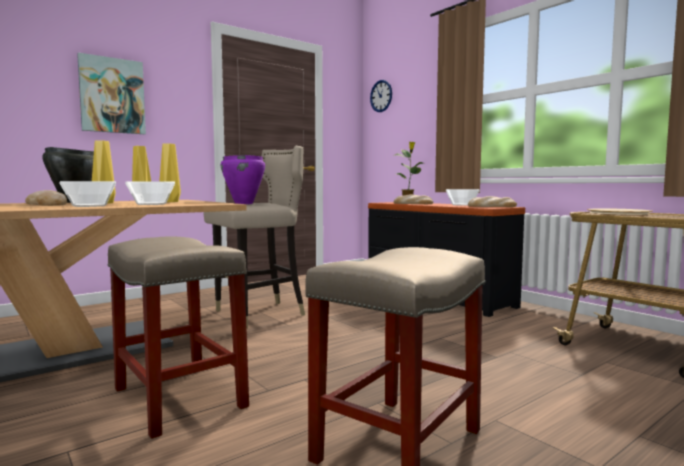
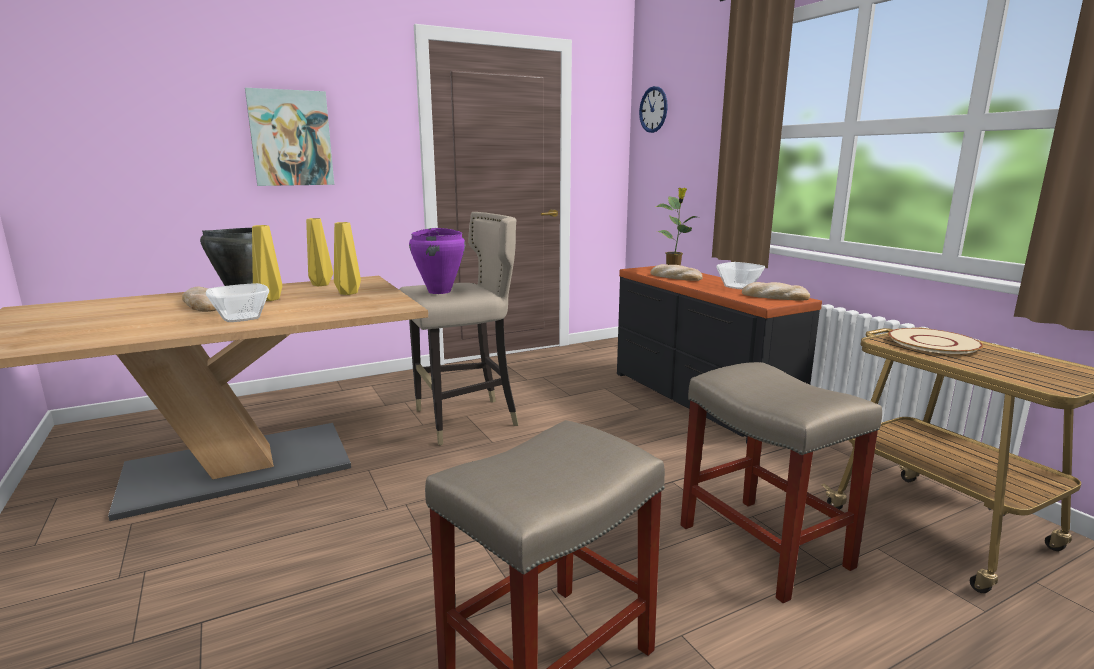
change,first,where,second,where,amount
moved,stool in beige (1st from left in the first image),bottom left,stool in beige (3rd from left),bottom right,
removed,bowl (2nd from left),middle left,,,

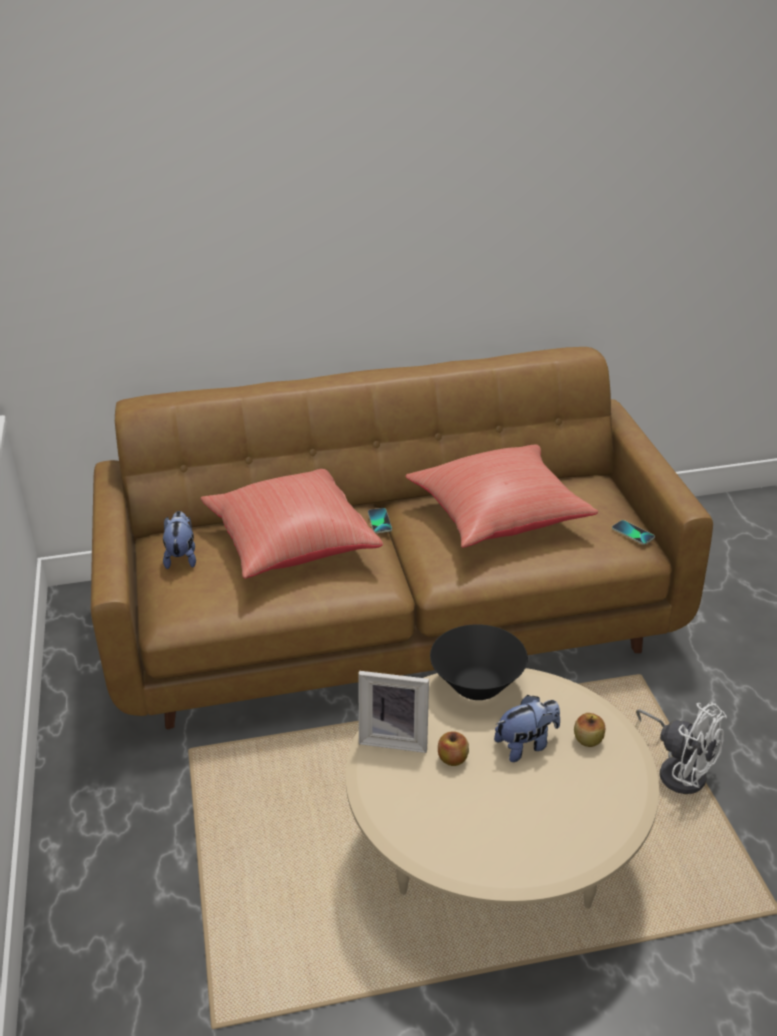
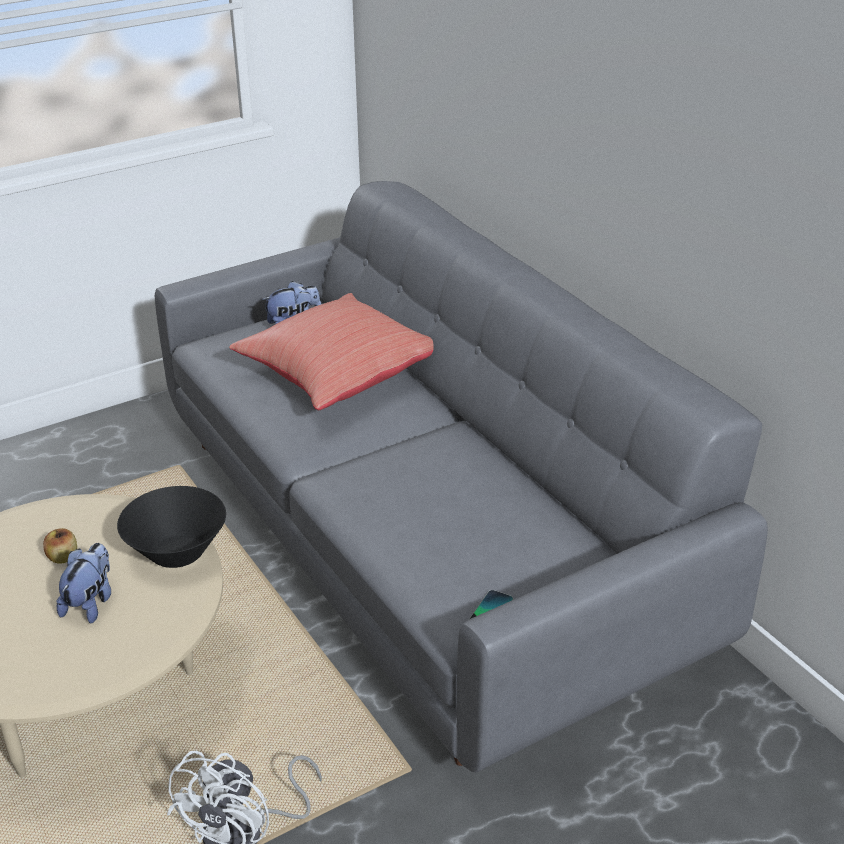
change,first,where,second,where,amount
recoloured,sofa in brown,centre,sofa in grey,centre,
removed,picture frame,bottom centre,,,
removed,phone (1st from left),centre,,,
removed,pillow in red (2nd from left),centre,,,
turned,plush toy (2nd from left in the first image),bottom right,plush toy (1st from left),bottom left,120 degrees counterclockwise
removed,apple (2nd from left),bottom right,,,

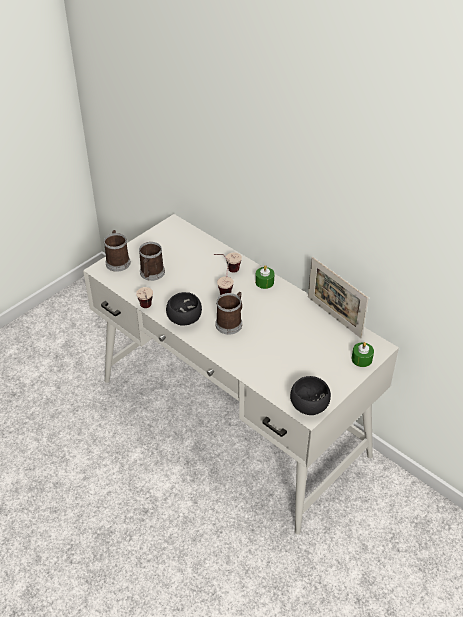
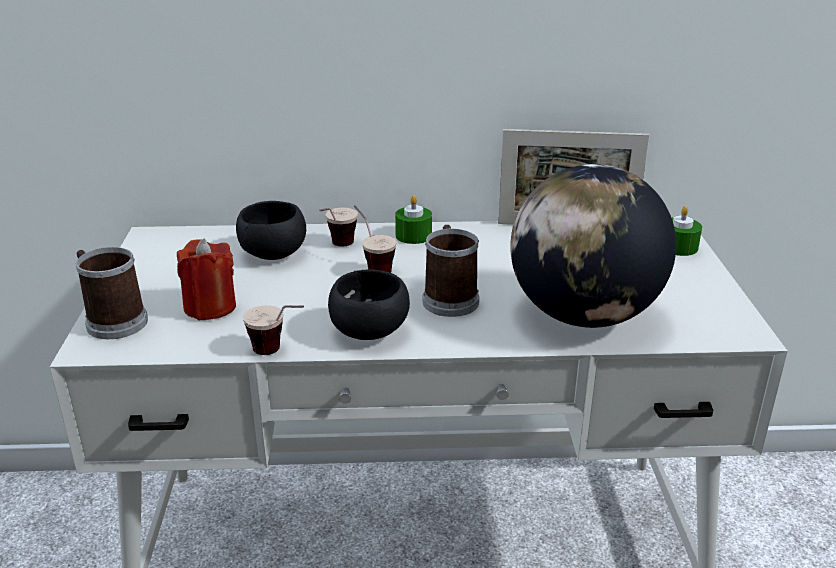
change,first,where,second,where,amount
replaced,mug (2nd from left),middle left,candle in red,middle left,
moved,bowl in black (2nd from left in the first image),middle right,bowl in black (1st from left),middle left,
added,,,globe,middle right,

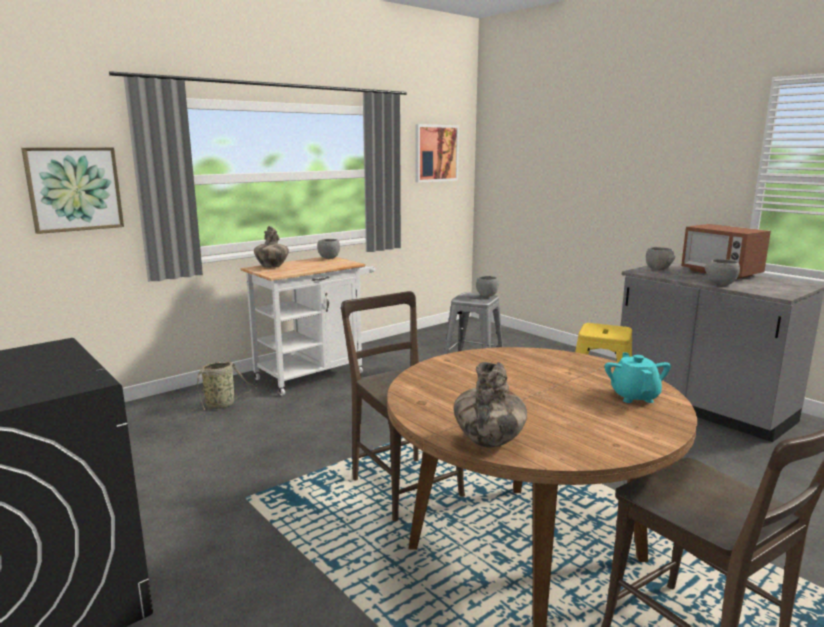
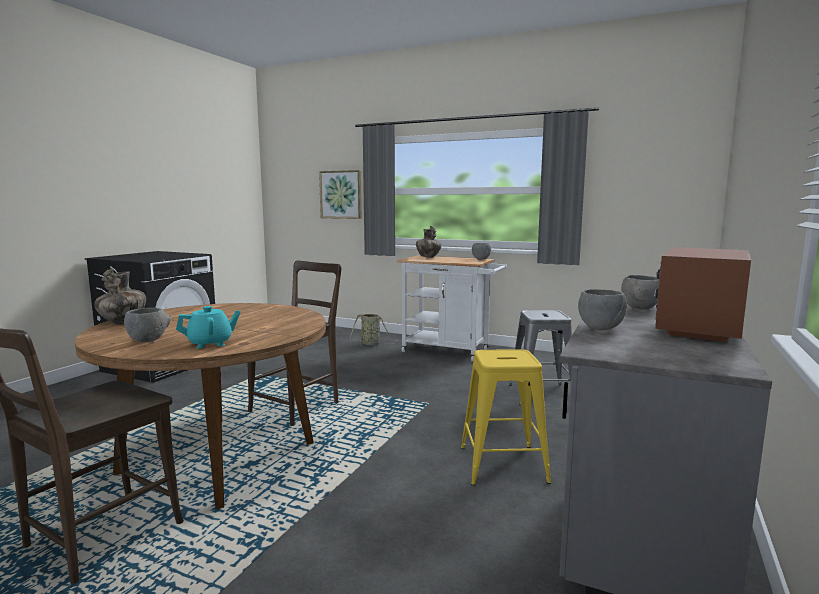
change,first,where,second,where,amount
removed,picture (2nd from left),top centre,,,
moved,bowl in grey (2nd from left in the first image),centre,bowl in grey (1st from left),middle left,

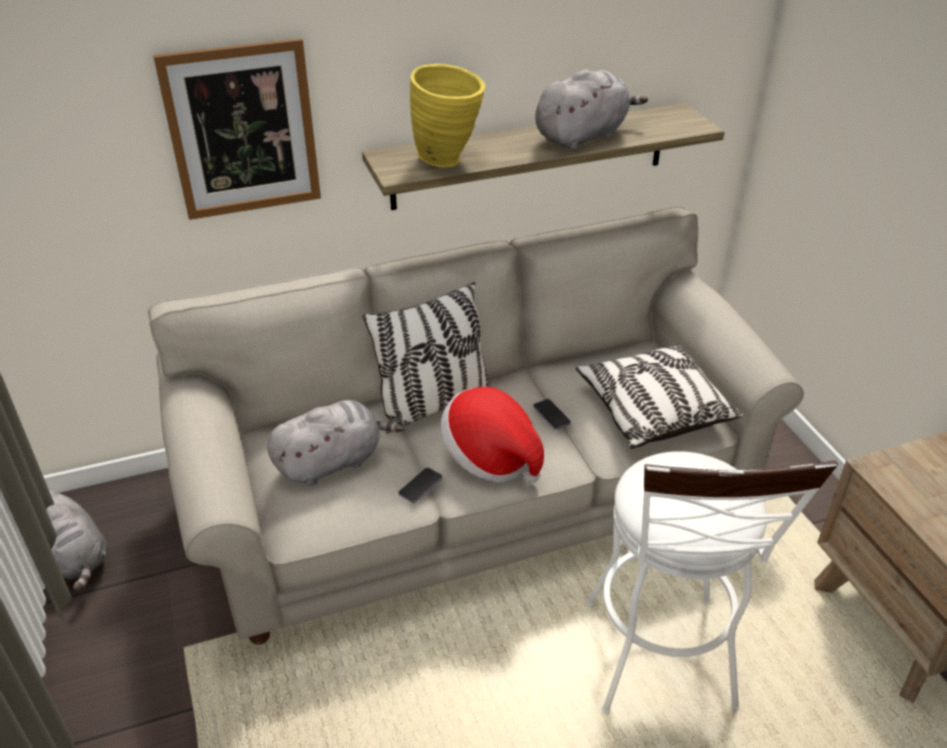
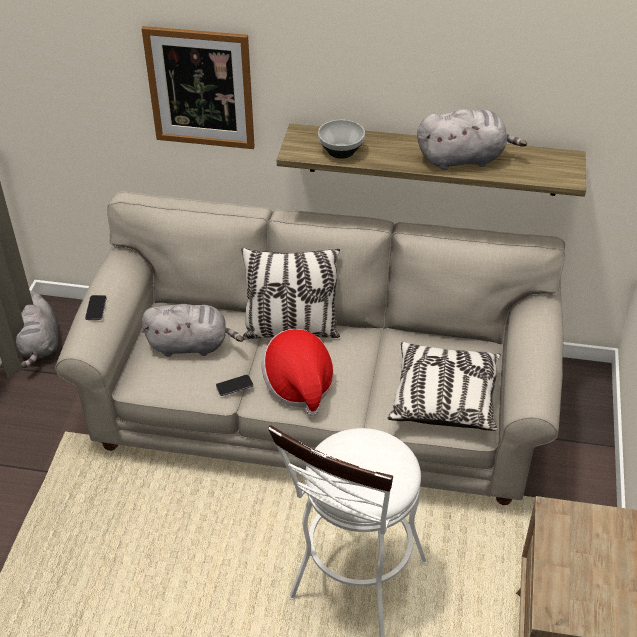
change,first,where,second,where,amount
replaced,vase in yellow,top centre,bowl,top centre,
moved,phone (2nd from left in the first image),centre,phone (1st from left),middle left,

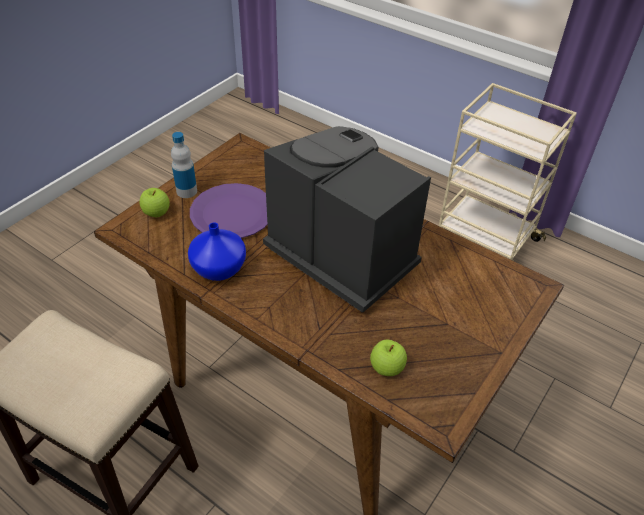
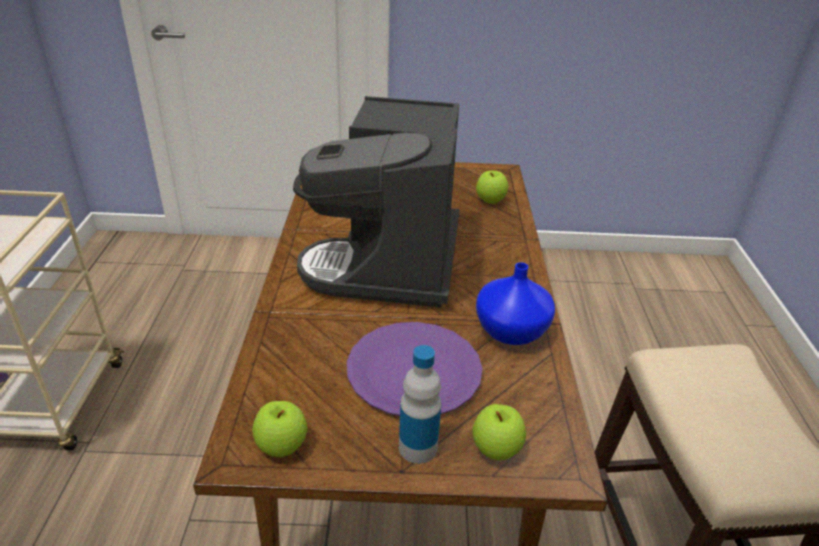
change,first,where,second,where,amount
added,,,apple (1st from left),bottom centre,

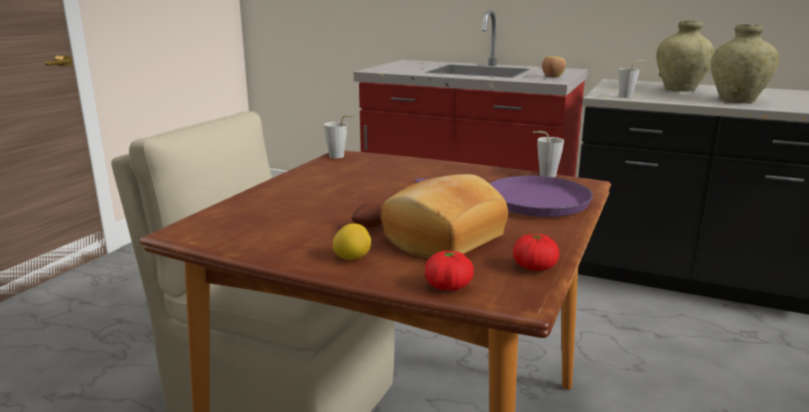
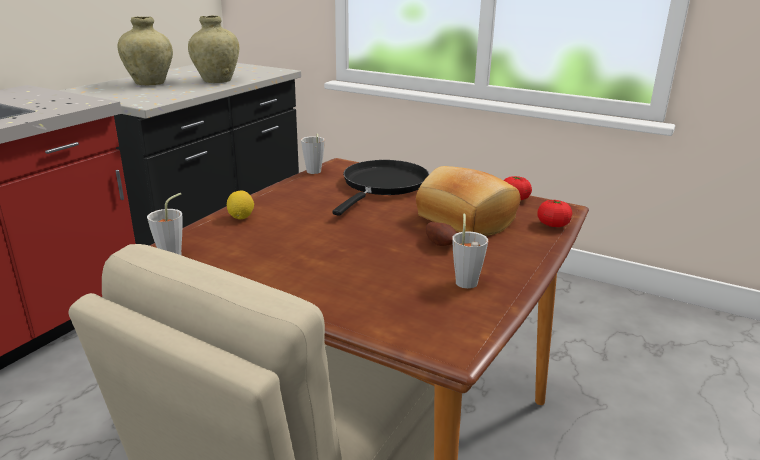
change,first,where,second,where,amount
moved,lemon,centre,,middle left,
recoloured,frying pan in purple,centre,frying pan in black,centre,
removed,apple,top right,,,
moved,cup in grey (3rd from left),top right,,centre,

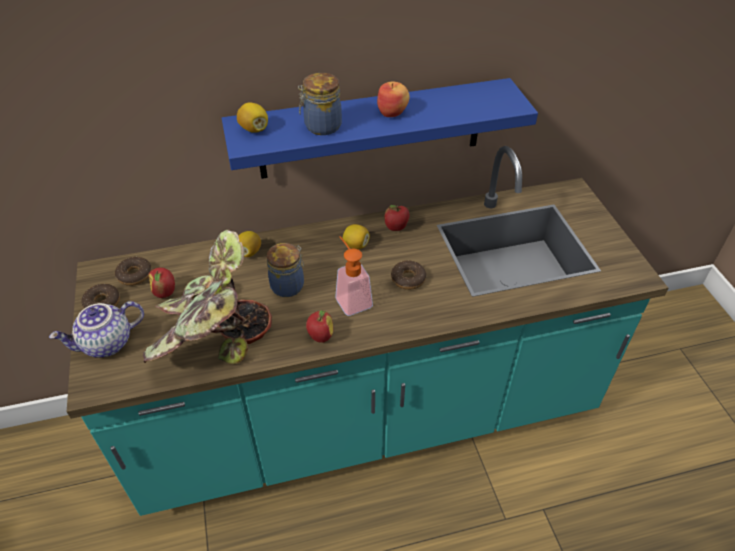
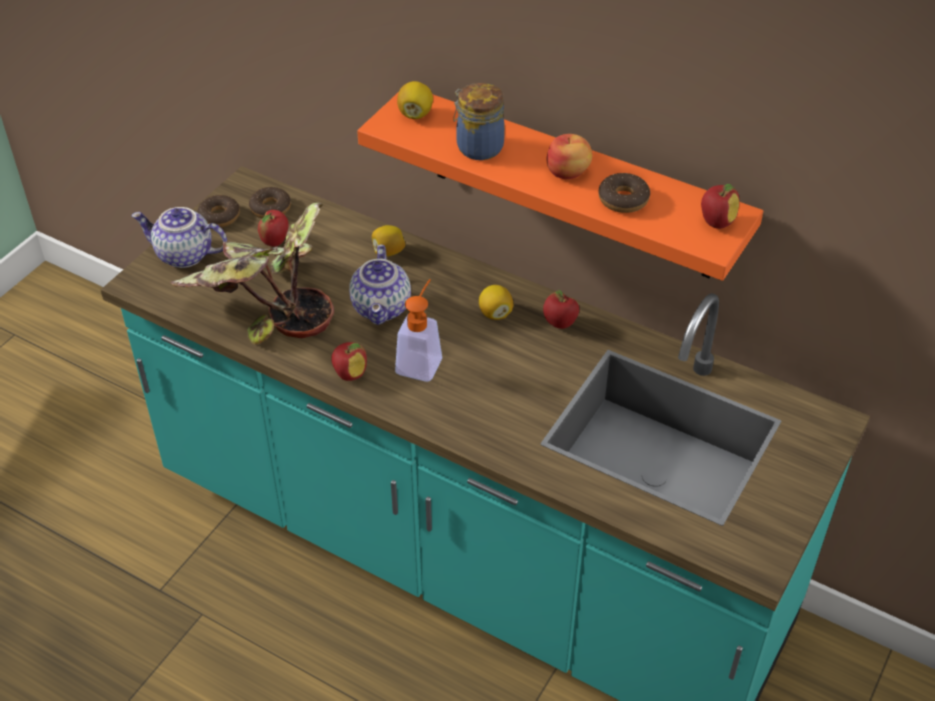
change,first,where,second,where,amount
recoloured,shelf in blue,top centre,shelf in orange,top centre,
replaced,jar (1st from left),centre,teapot (2nd from left),centre,
moved,donut (3rd from left),centre,,top right,
added,,,apple (5th from left),top right,

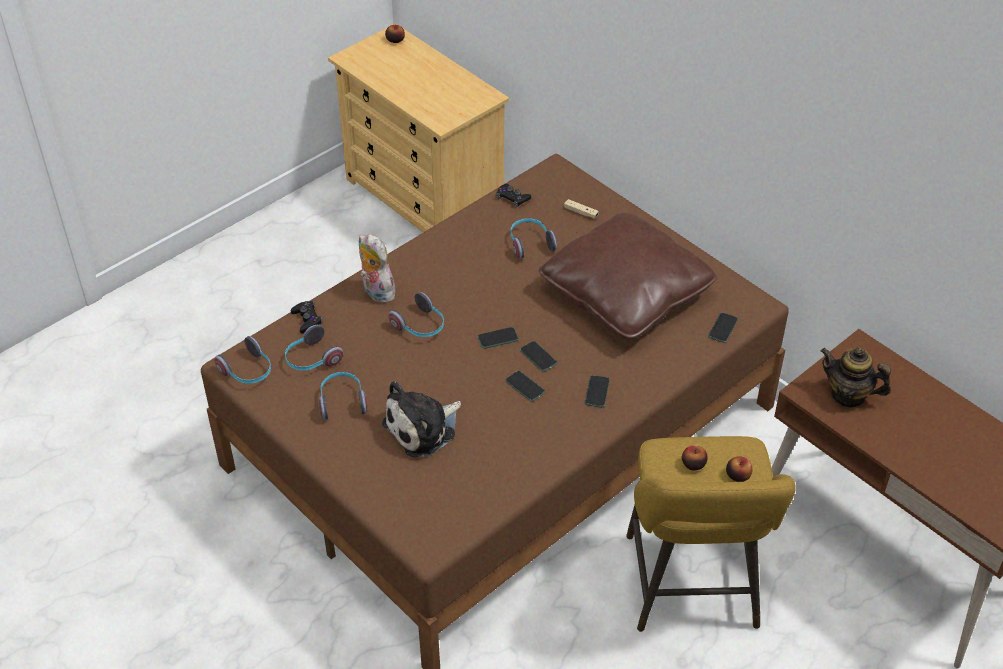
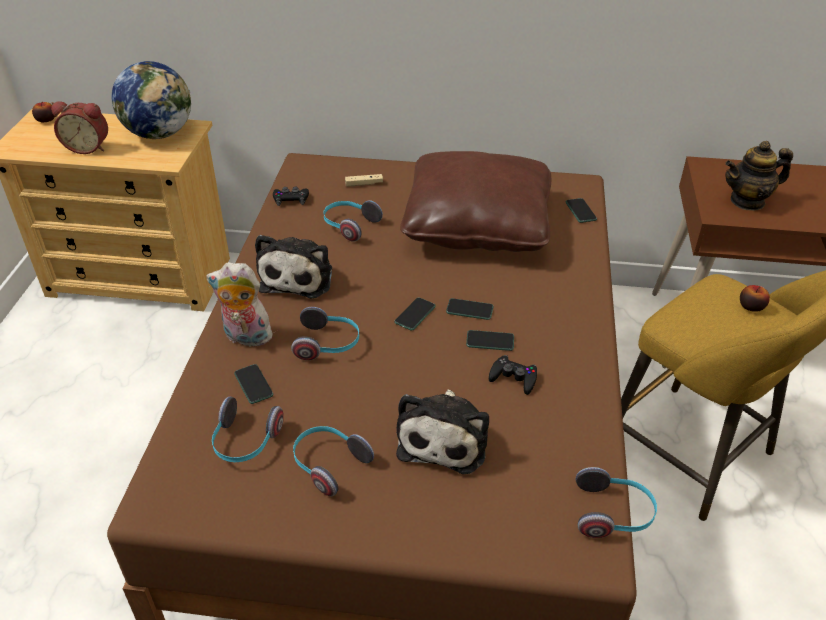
change,first,where,second,where,amount
moved,headphones (1st from left in the first image),middle left,headphones (5th from left),bottom right,
moved,game controller in black (1st from left in the first image),middle left,game controller in black (2nd from left),centre,
moved,phone (4th from left in the first image),centre,phone (1st from left),middle left,
removed,apple (2nd from left),bottom right,,,
added,,,alarm clock,top left,
added,,,globe,top left,
added,,,plush toy (2nd from left),centre,

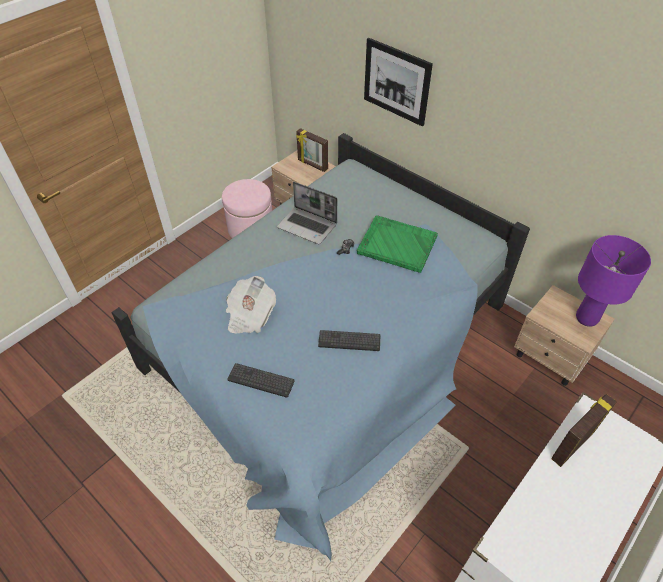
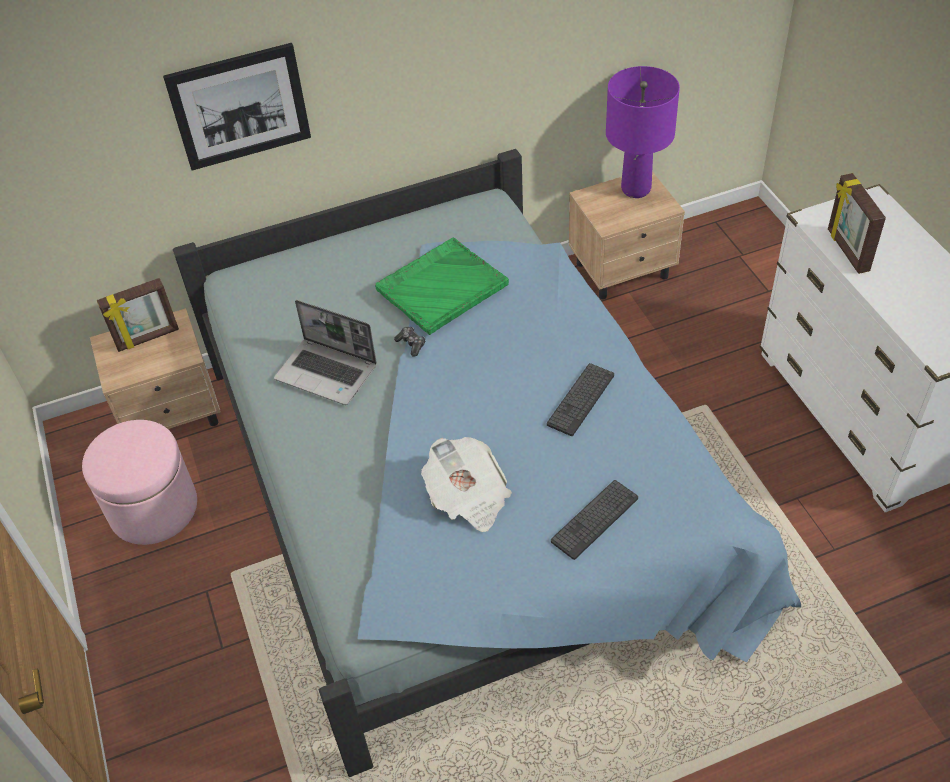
change,first,where,second,where,amount
turned,laptop,centre,,centre,60 degrees clockwise

